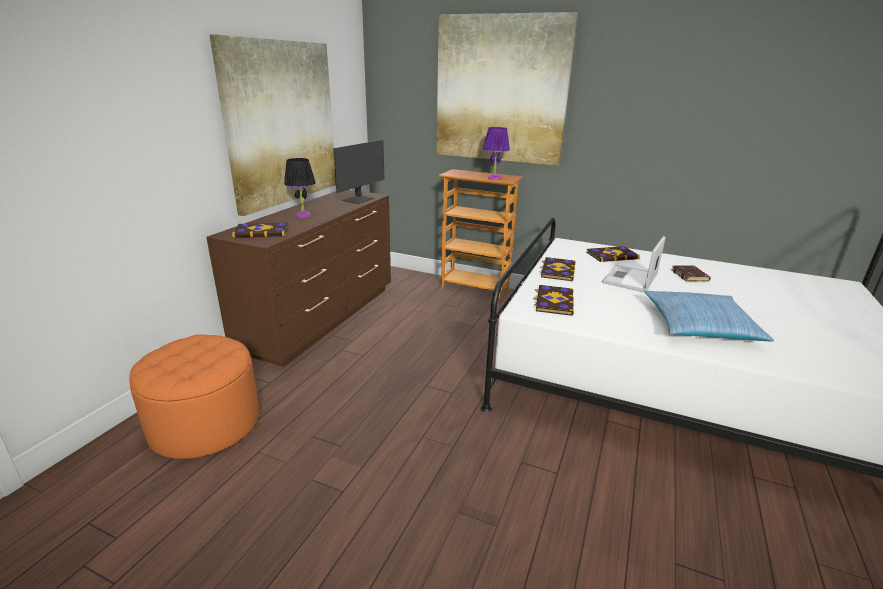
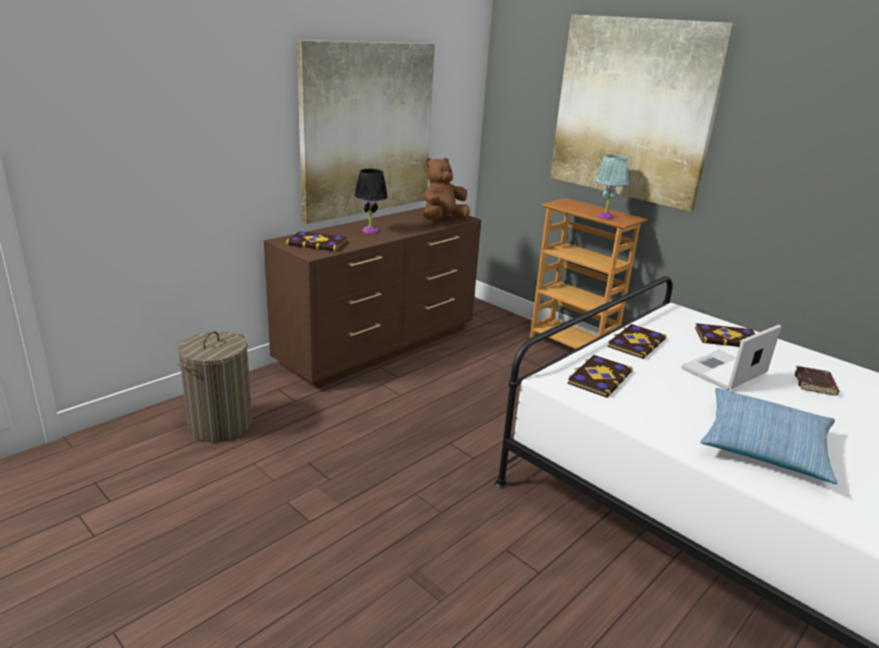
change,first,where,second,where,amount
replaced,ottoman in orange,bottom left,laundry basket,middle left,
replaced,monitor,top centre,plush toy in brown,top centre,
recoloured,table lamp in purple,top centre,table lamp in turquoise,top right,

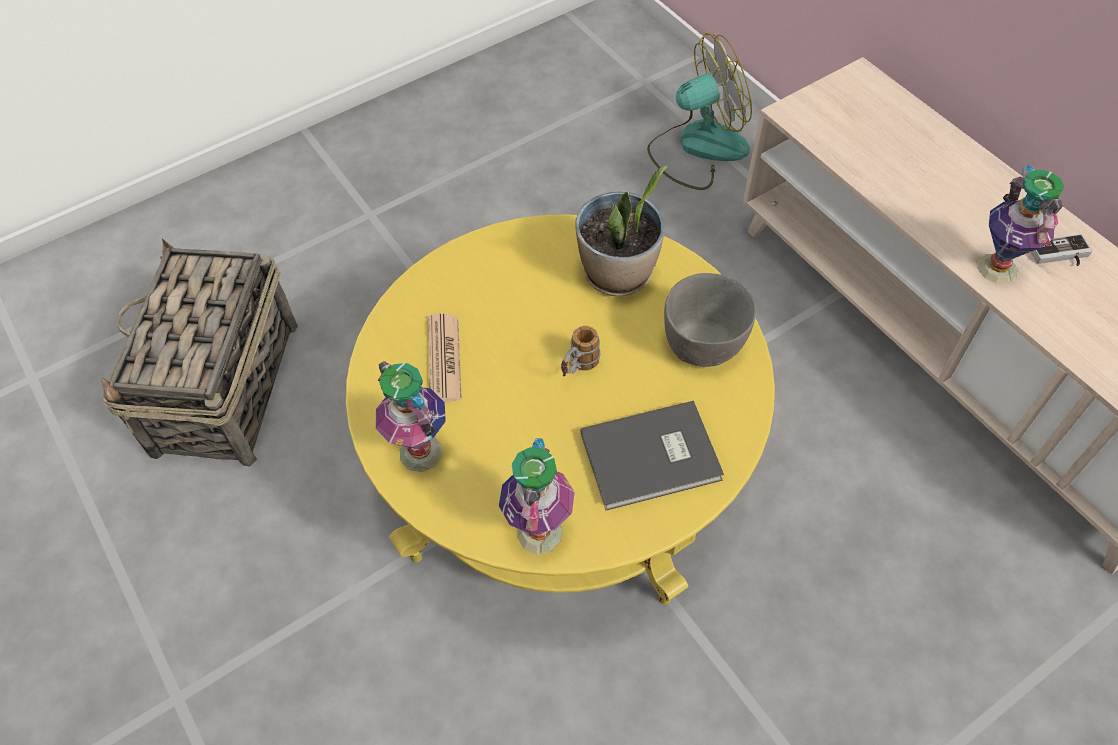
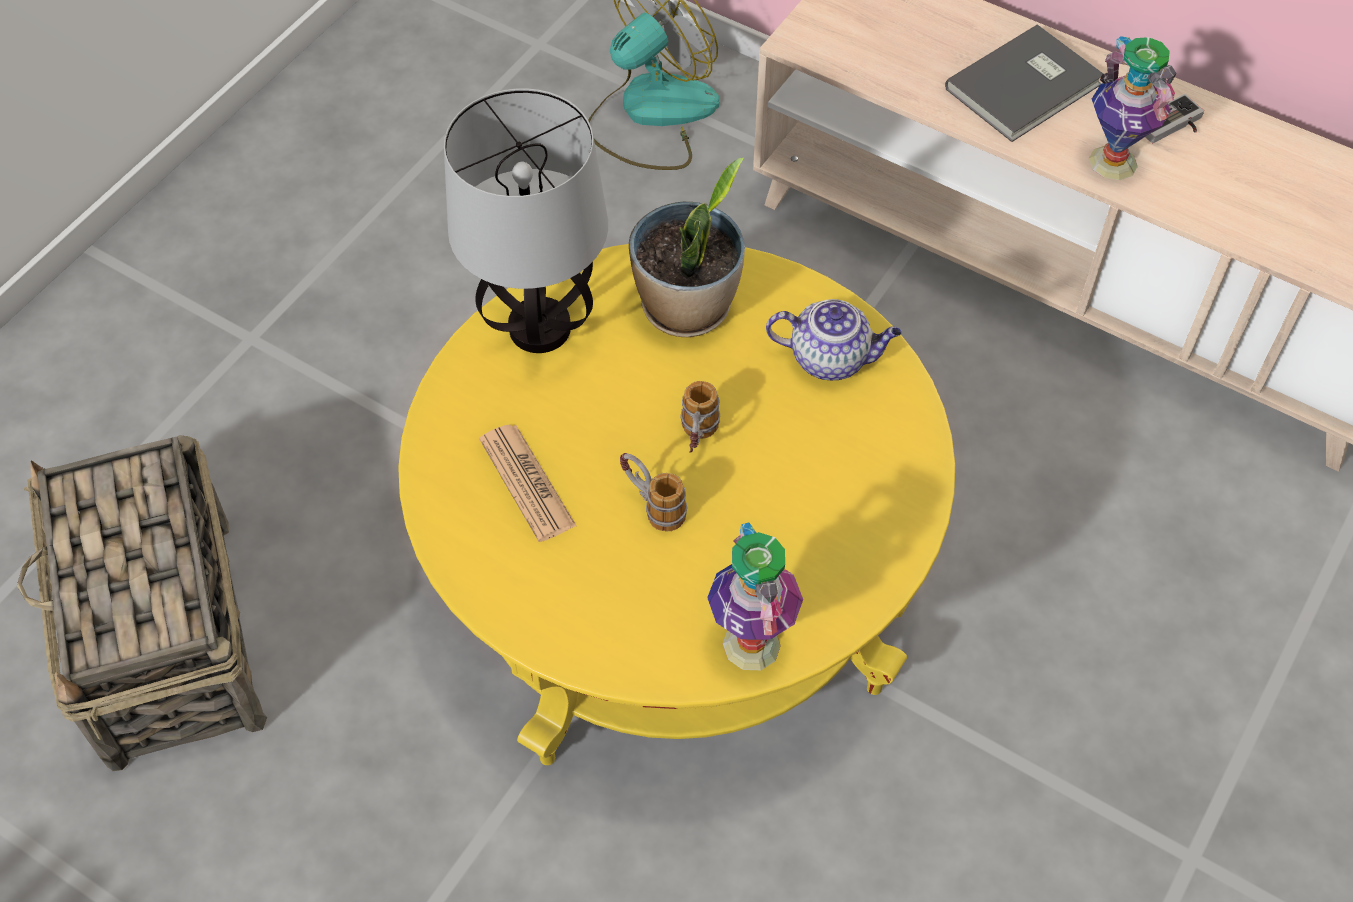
change,first,where,second,where,amount
removed,vase (1st from left),centre,,,
moved,book in grey,centre,,top right,
replaced,bowl in grey,centre,teapot,centre,
added,,,table lamp,top centre,
added,,,mug (1st from left),centre,

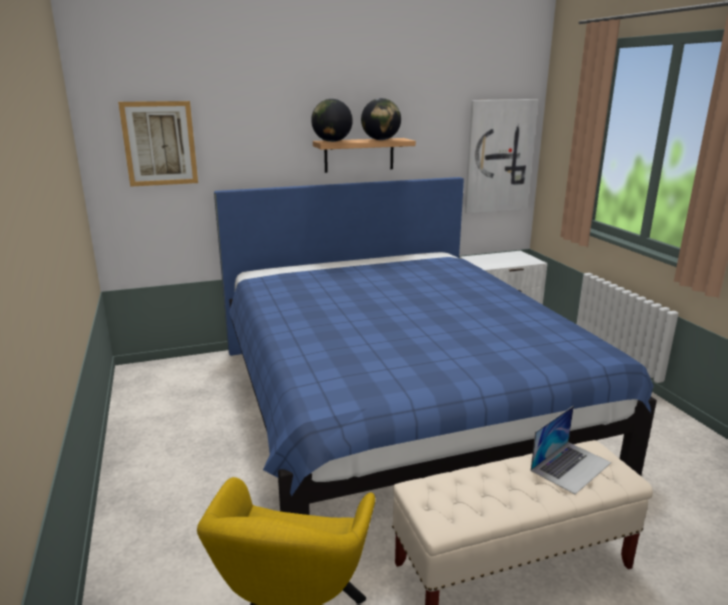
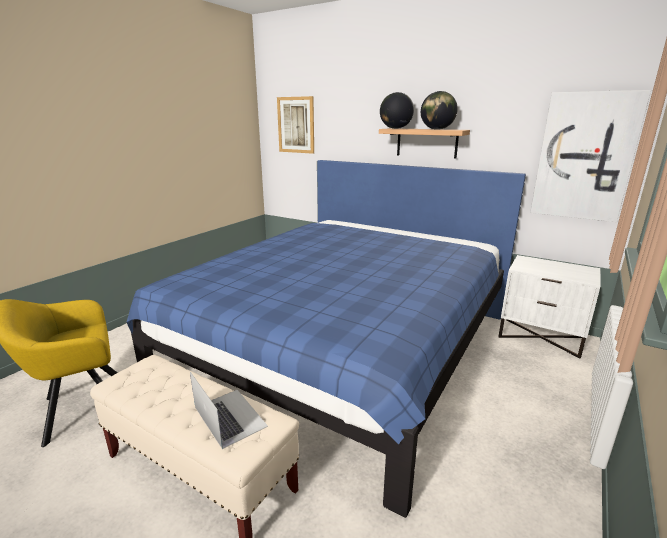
change,first,where,second,where,amount
turned,laptop,bottom right,,bottom centre,135 degrees counterclockwise

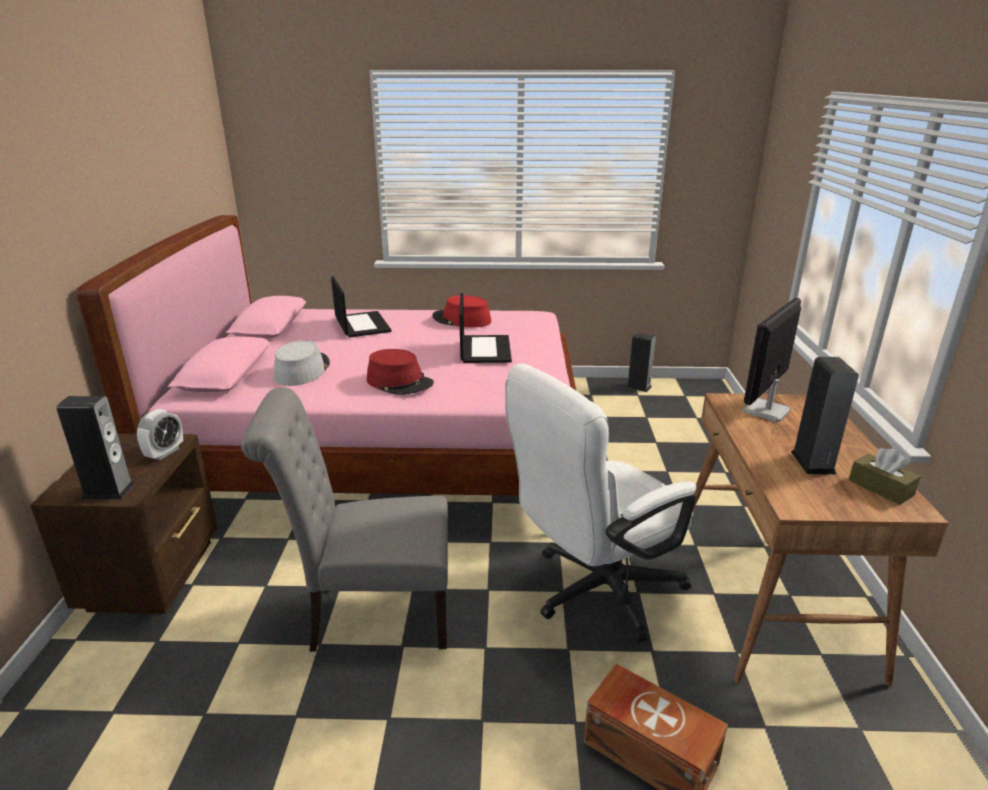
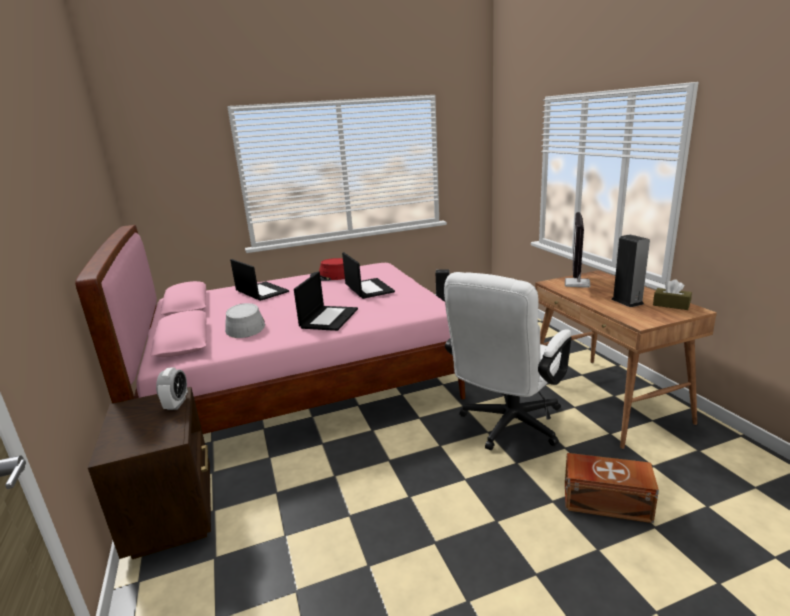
change,first,where,second,where,amount
removed,speaker (1st from left),middle left,,,
removed,chair in grey,centre,,,
replaced,hat in red (1st from left),centre,laptop (2nd from left),centre,

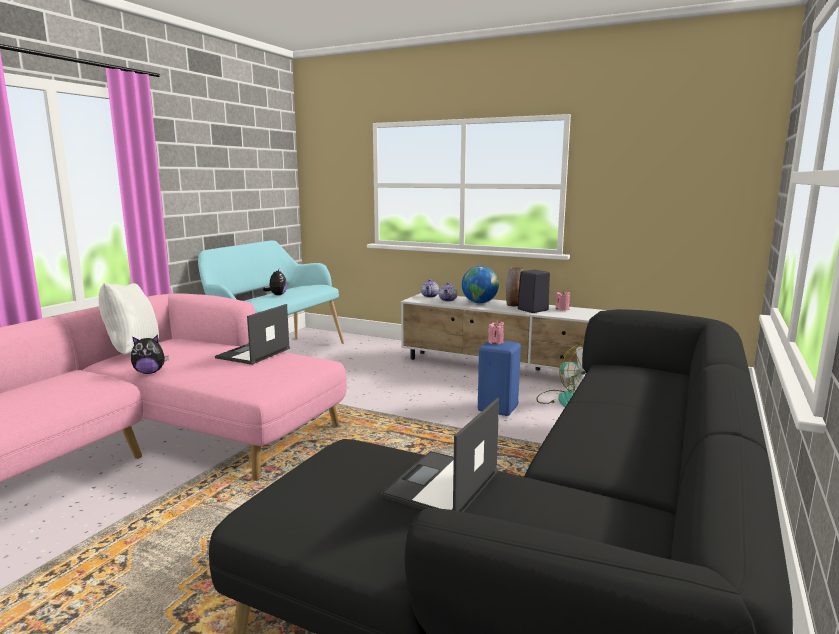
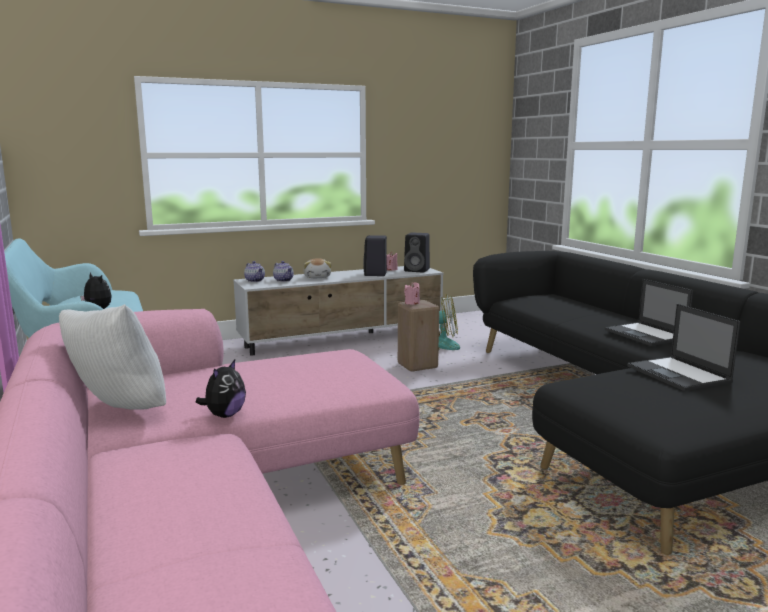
change,first,where,second,where,amount
moved,laptop (1st from left),middle left,,middle right,
replaced,globe,centre,plush toy (3rd from left),centre,
recoloured,stool in blue,centre,stool in beige,centre,
removed,vase,centre,,,
added,,,speaker in black (2nd from left),centre,

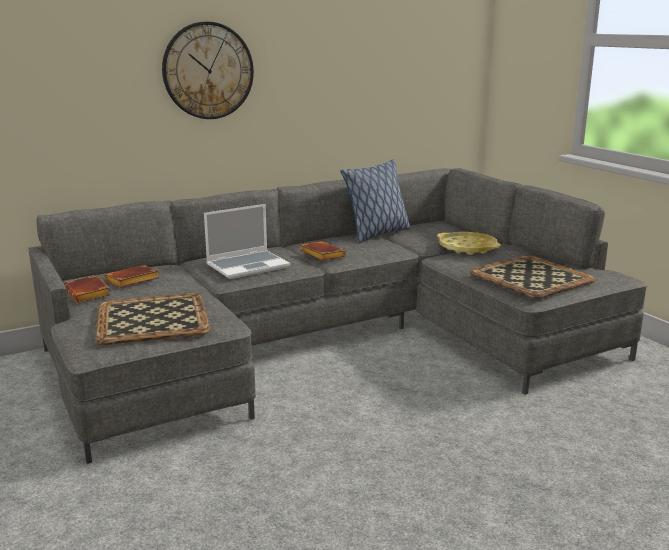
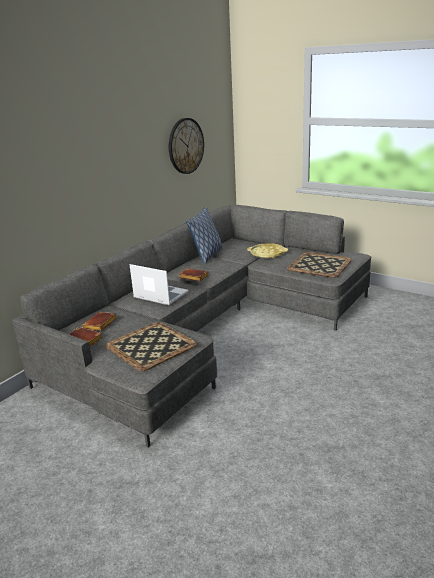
change,first,where,second,where,amount
moved,wall clock,top left,,top centre,
turned,laptop,centre,,centre,90 degrees counterclockwise

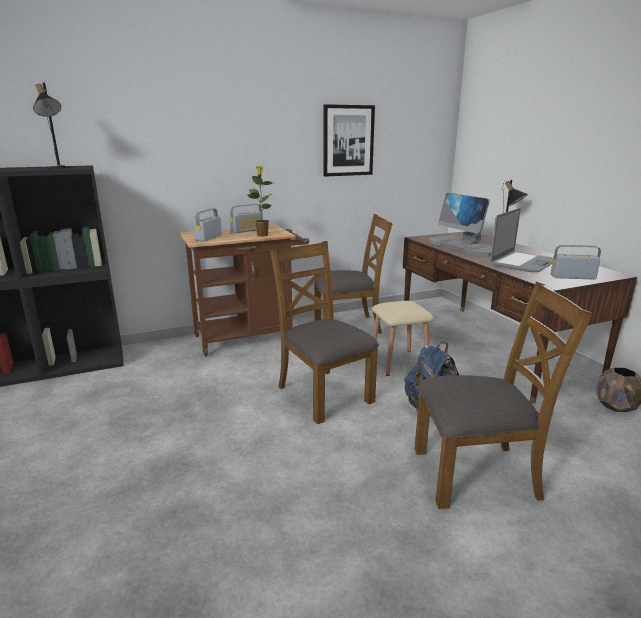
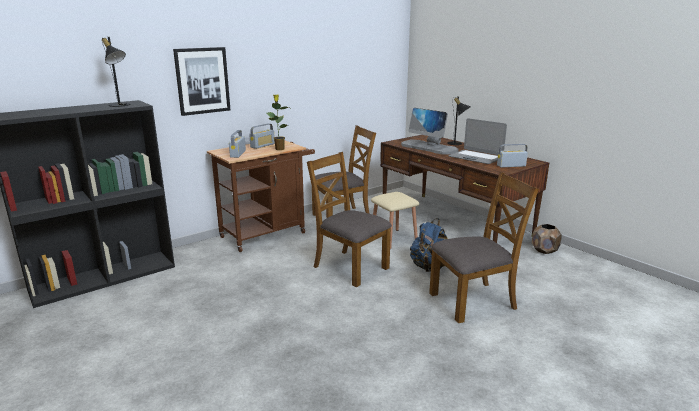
change,first,where,second,where,amount
moved,picture,top centre,,top left,
turned,laptop,middle right,,middle right,105 degrees clockwise

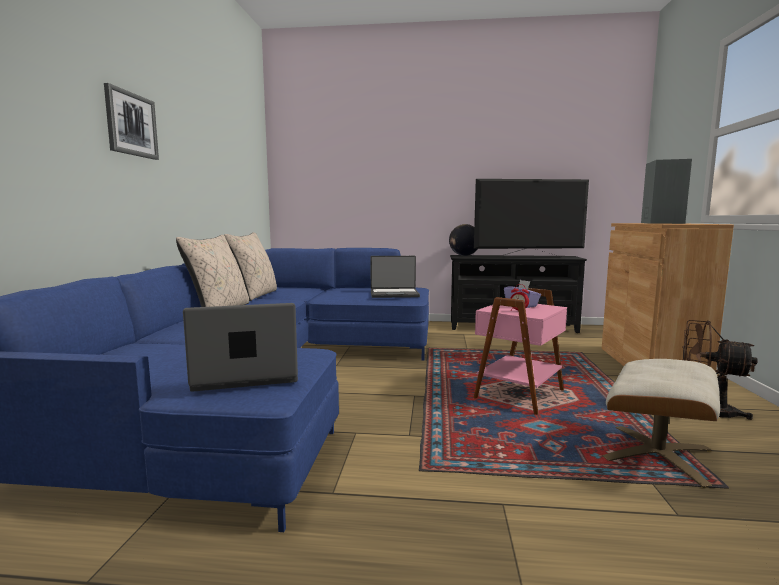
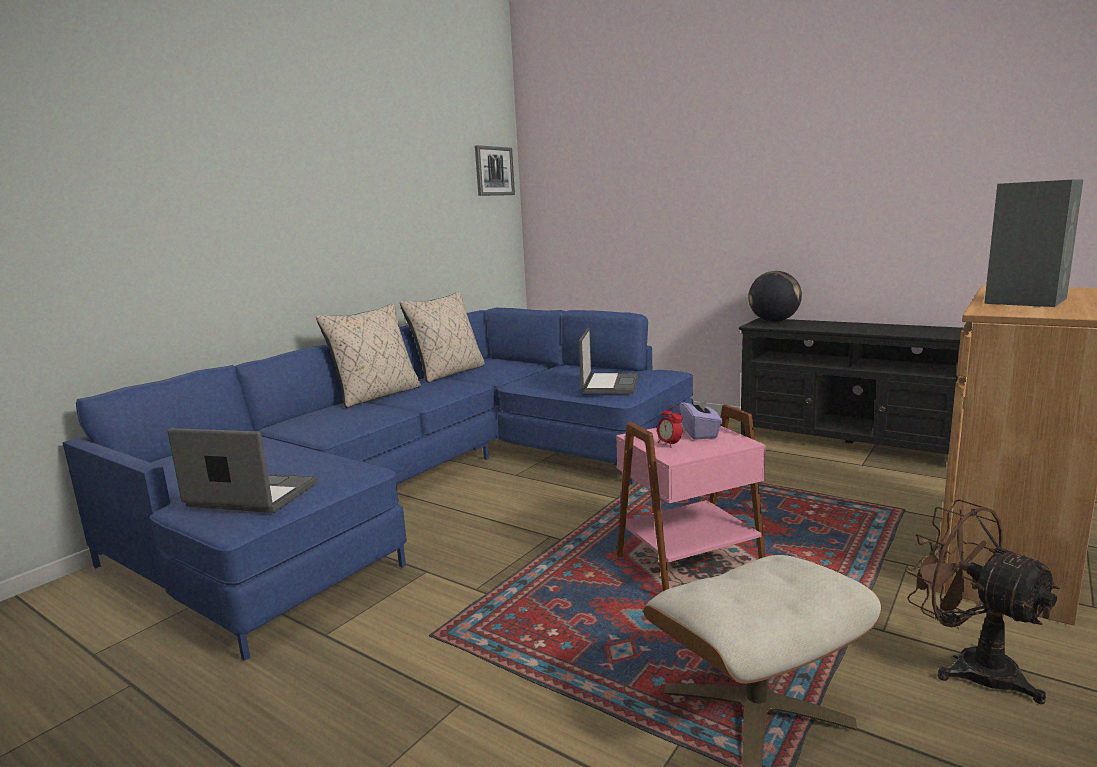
change,first,where,second,where,amount
moved,picture,top left,,top centre,
turned,laptop (2nd from left),centre,,centre,105 degrees counterclockwise
removed,television,middle right,,,

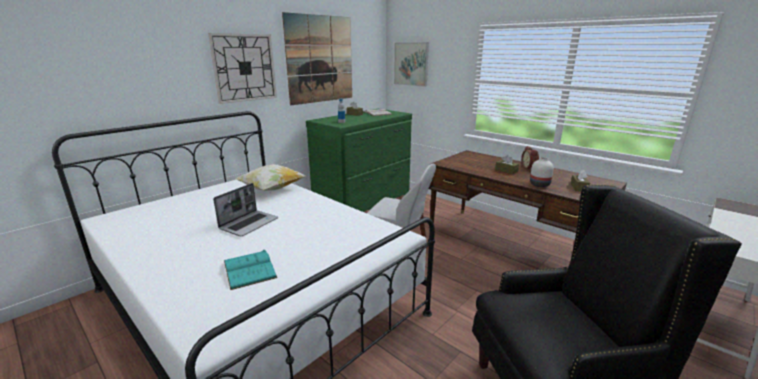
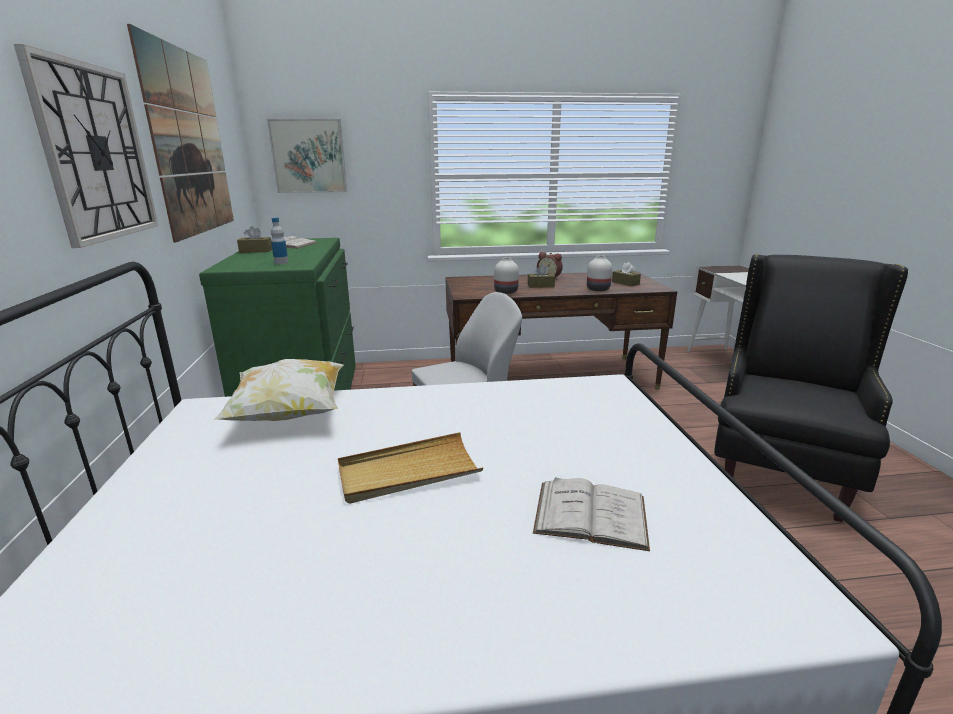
change,first,where,second,where,amount
replaced,laptop,middle left,tray in beige,centre,
recoloured,book in turquoise,bottom left,book in white (2nd from left),bottom centre,
added,,,vase in white (1st from left),centre,

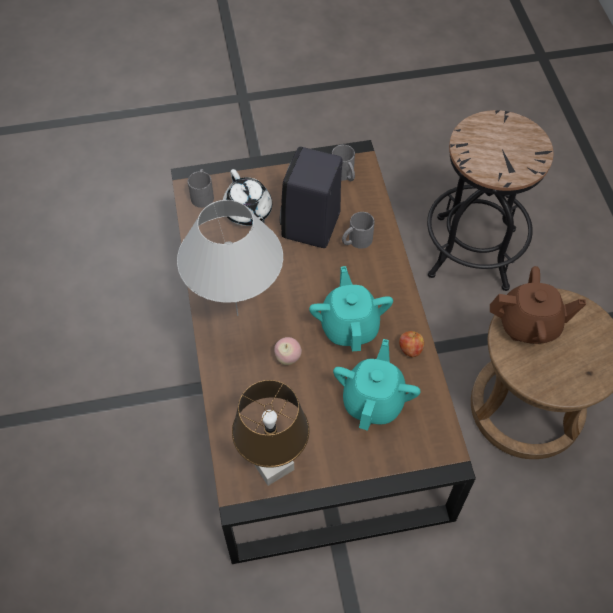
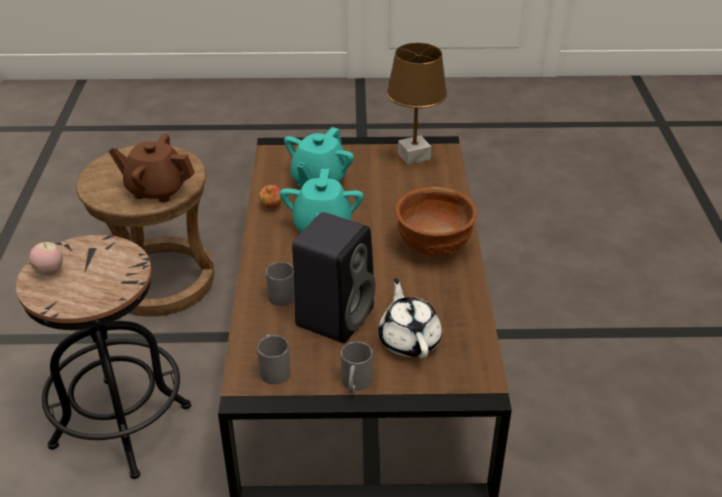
change,first,where,second,where,amount
replaced,table lamp in white,centre,bowl in brown,centre,
moved,mug in grey (1st from left in the first image),top left,mug in grey (3rd from left),bottom centre,
moved,apple (1st from left),centre,,middle left,

